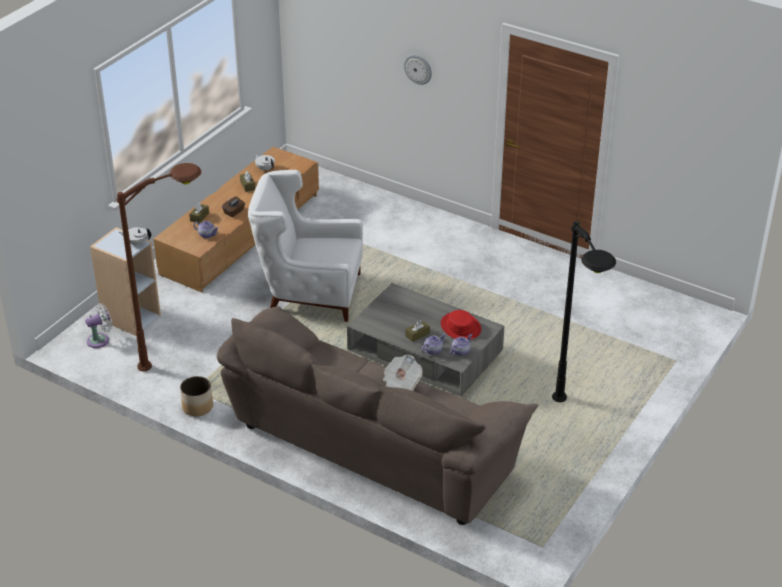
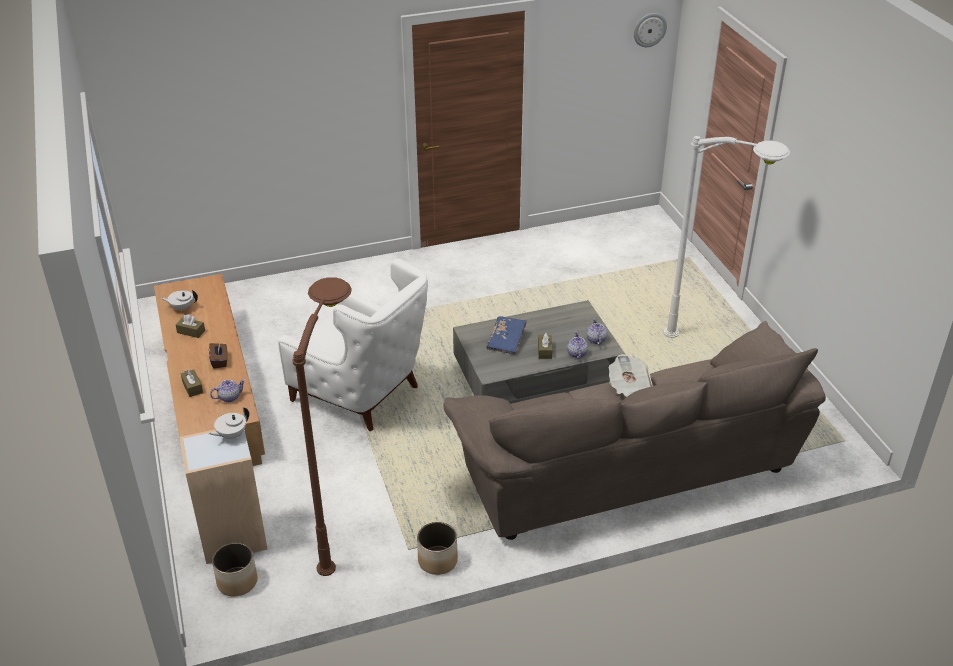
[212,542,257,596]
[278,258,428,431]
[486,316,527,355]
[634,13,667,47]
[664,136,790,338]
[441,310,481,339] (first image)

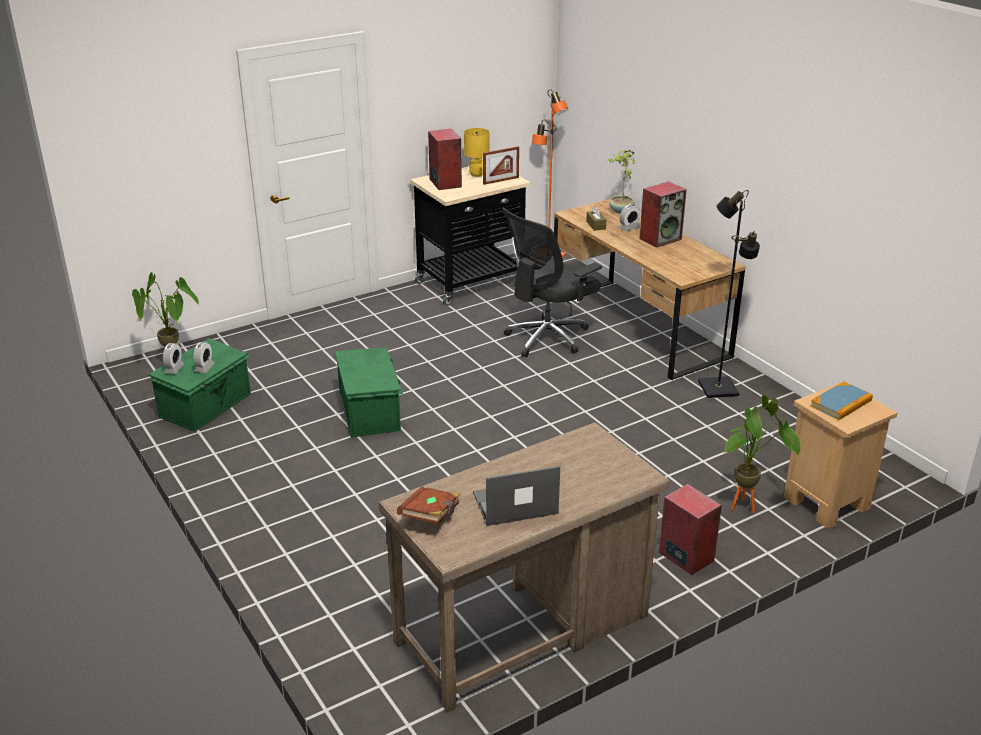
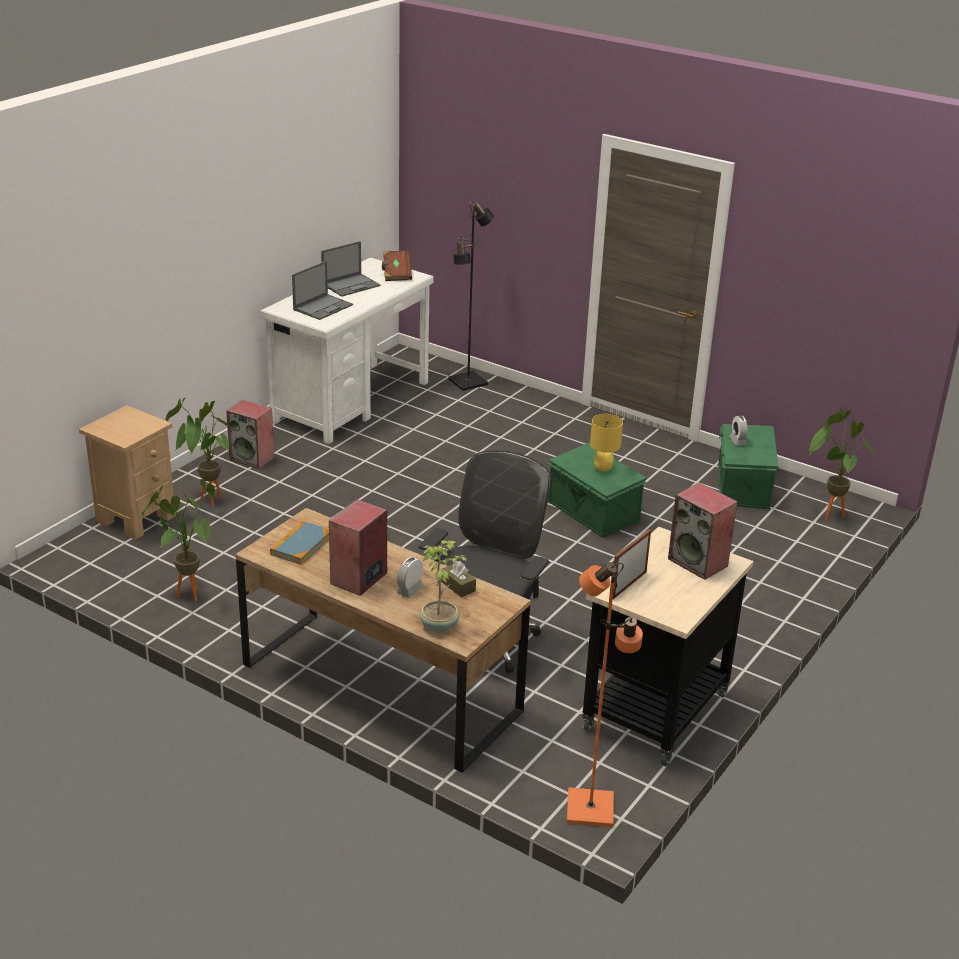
[142,479,215,602]
[260,257,434,444]
[270,521,329,565]
[292,261,353,320]
[448,201,494,391]
[590,414,623,472]
[163,343,184,374] (first image)

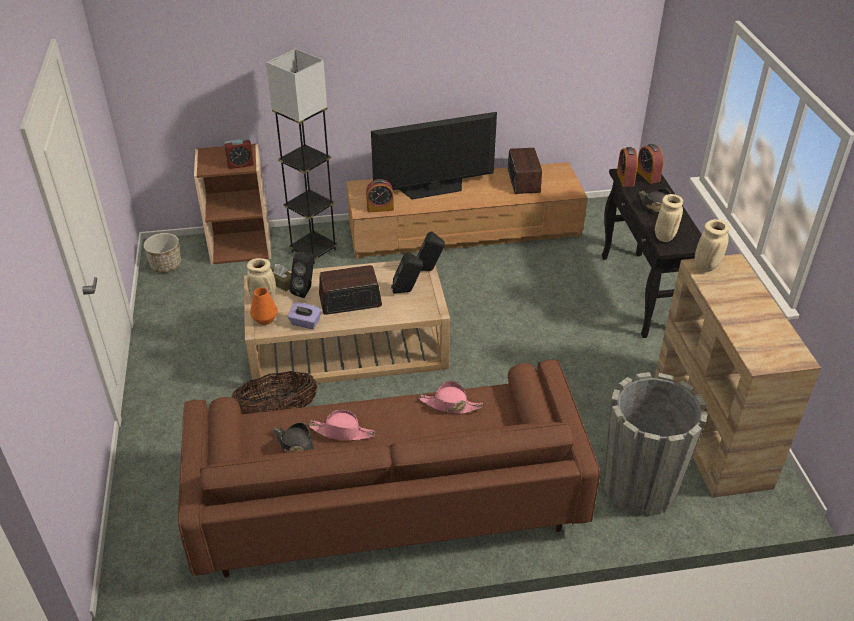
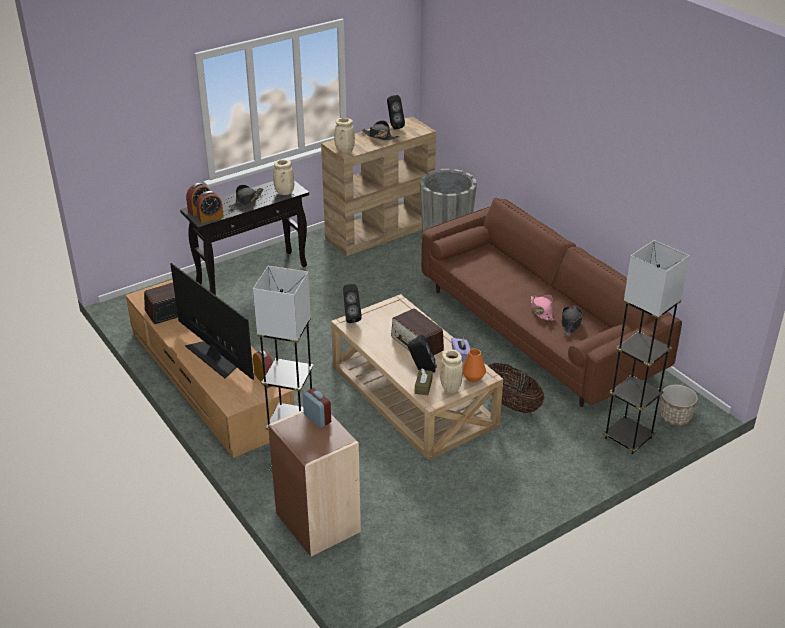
[361,120,399,141]
[387,95,405,129]
[603,240,690,455]
[660,384,698,426]
[419,381,483,414] (first image)

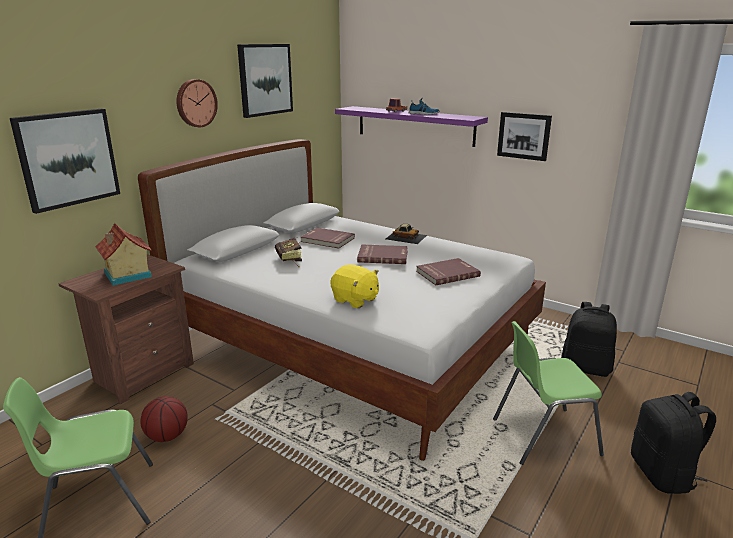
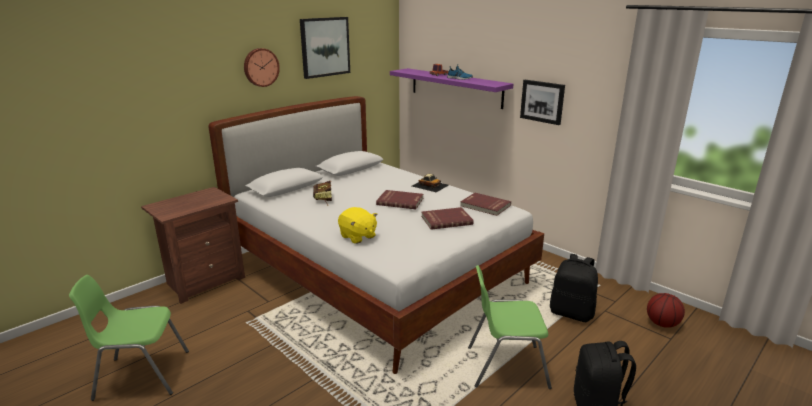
[460,193,511,216]
[647,293,685,328]
[10,109,120,214] (first image)
[95,223,152,286] (first image)

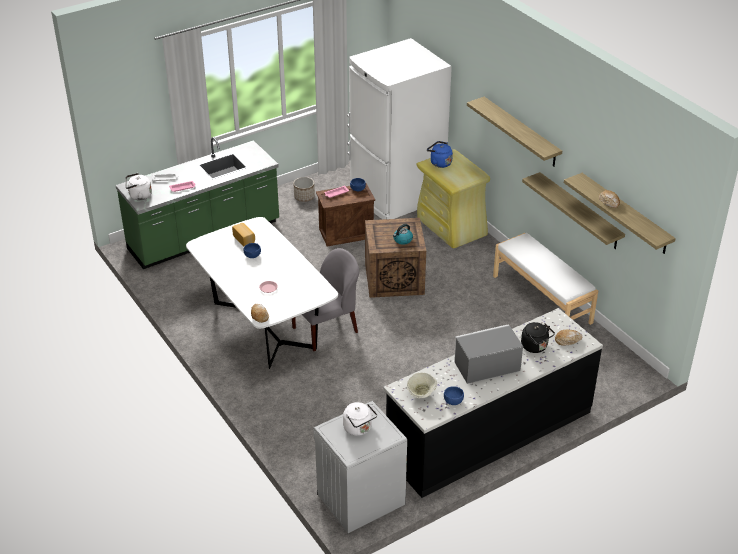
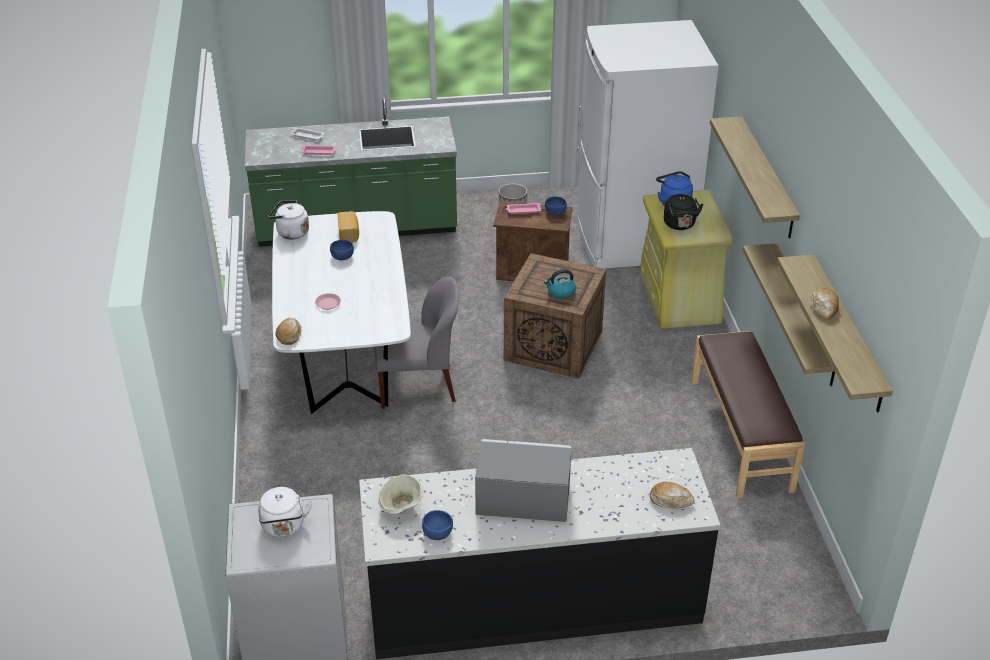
[269,200,309,239]
[664,194,704,230]
[691,331,805,498]

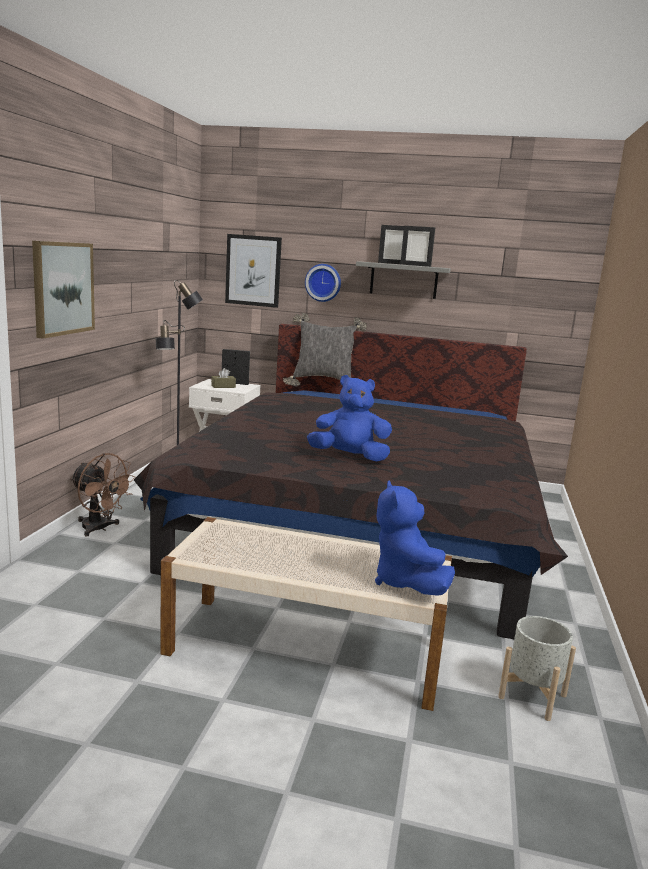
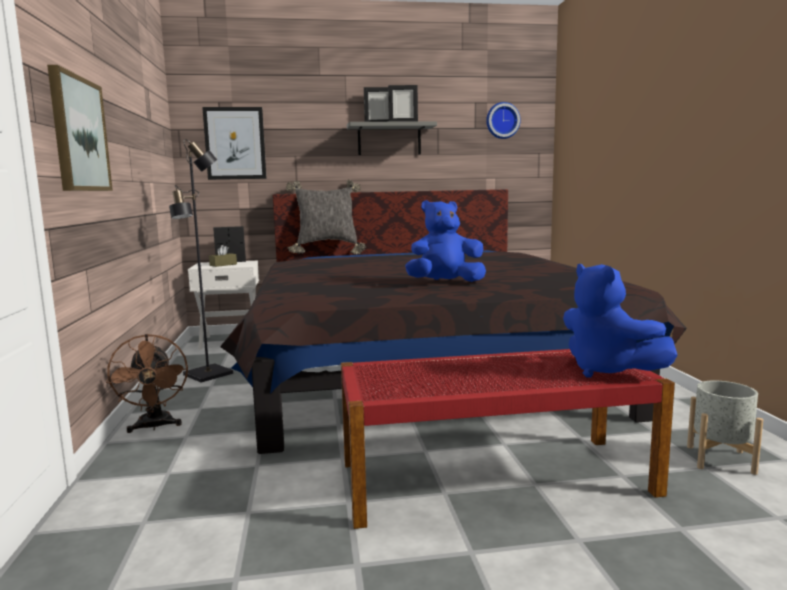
[106,334,188,433]
[341,349,675,529]
[486,102,521,139]

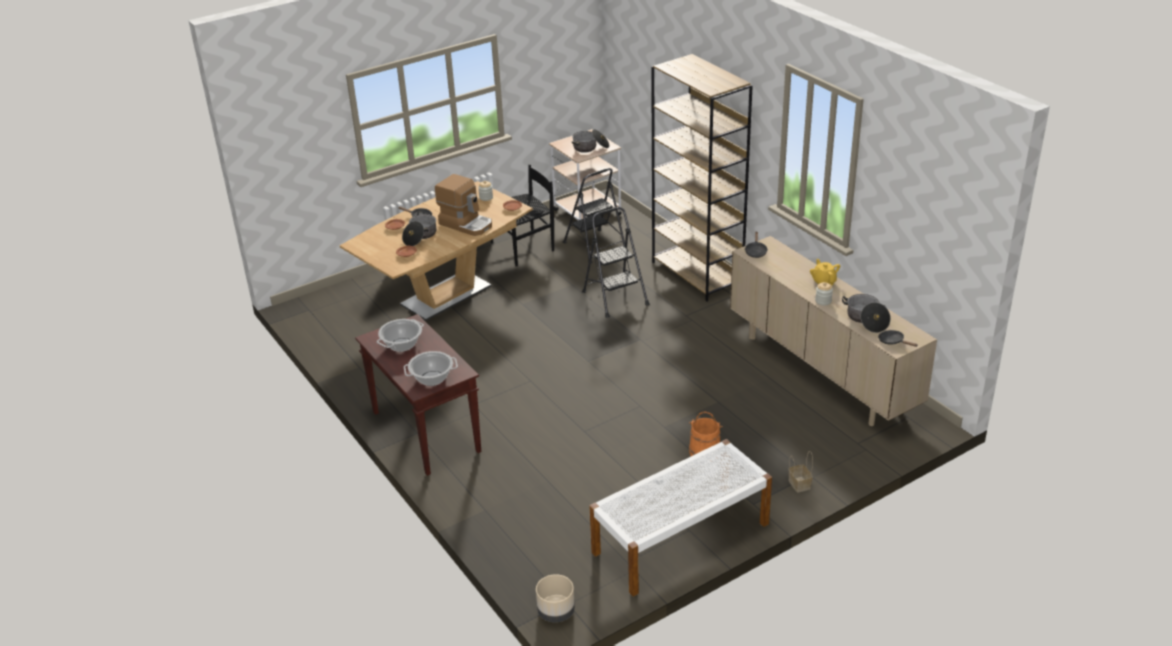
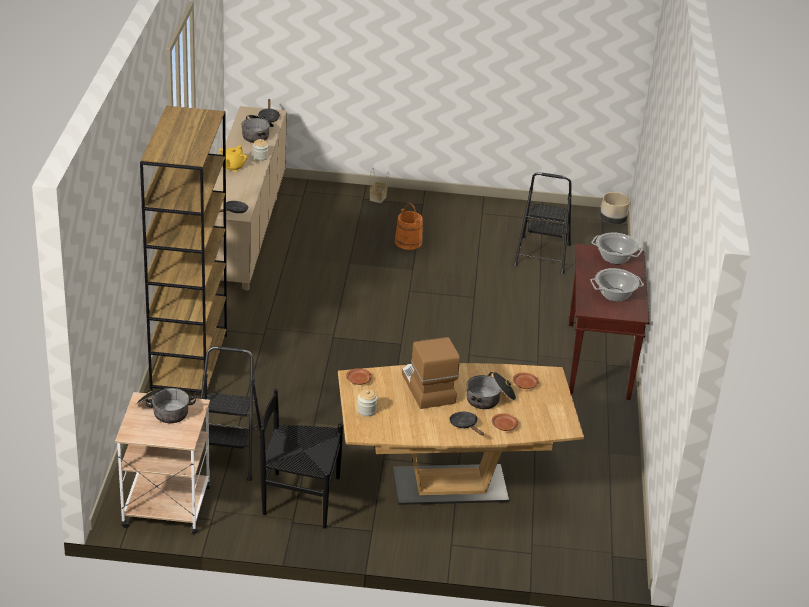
[513,172,572,274]
[589,439,772,597] (first image)

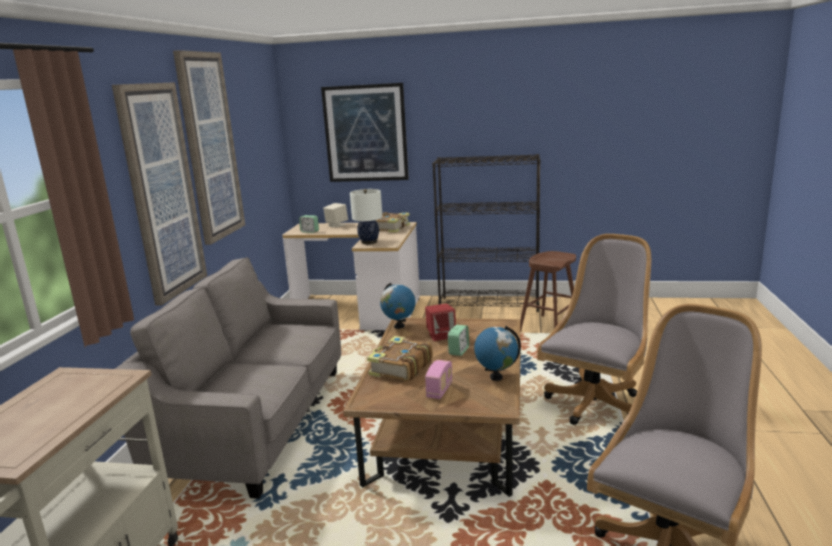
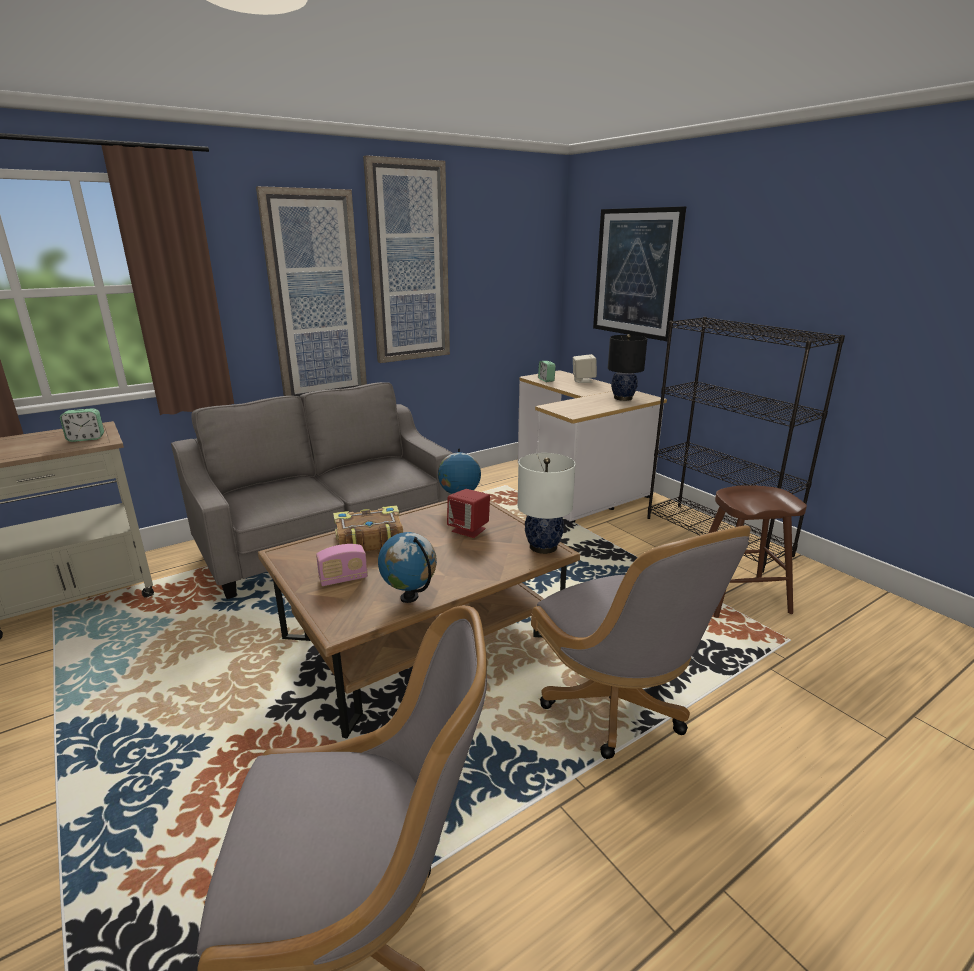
[60,408,104,442]
[518,453,575,554]
[531,525,751,759]
[608,334,647,401]

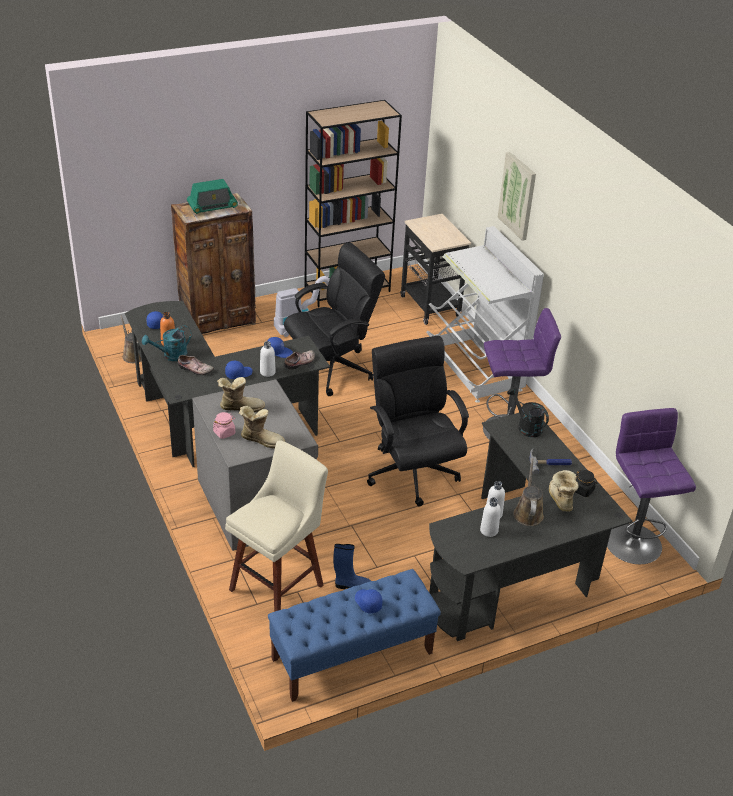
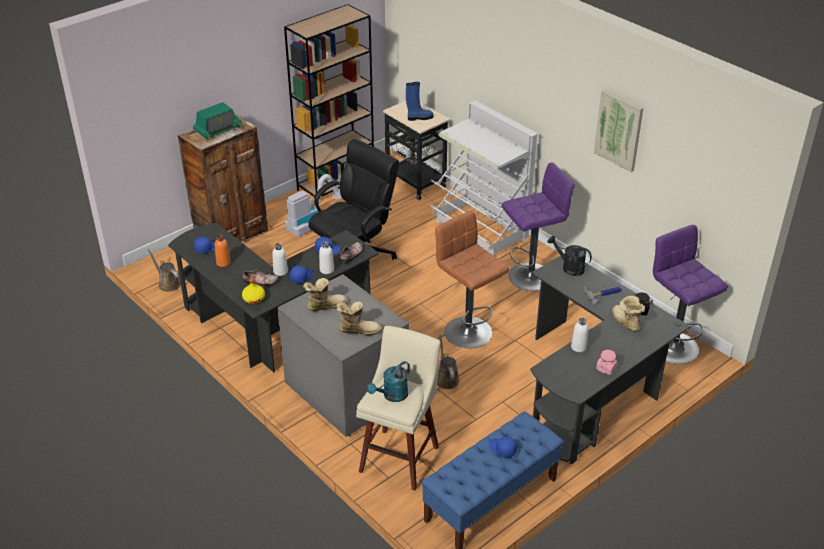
[242,278,265,304]
[272,243,288,276]
[367,361,410,402]
[406,82,433,121]
[435,211,509,349]
[437,335,460,389]
[594,90,643,172]
[596,350,618,375]

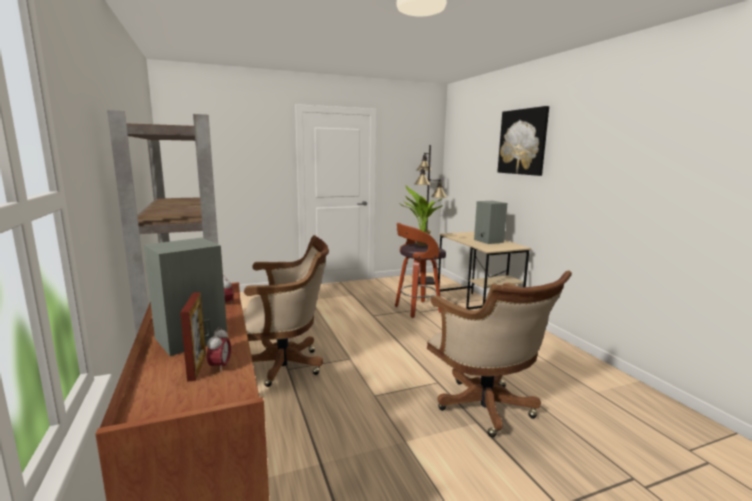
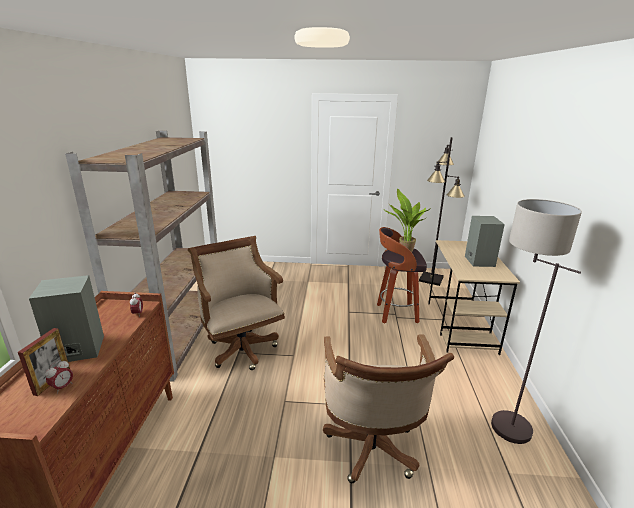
[188,236,285,370]
[491,199,582,444]
[497,106,549,176] (first image)

